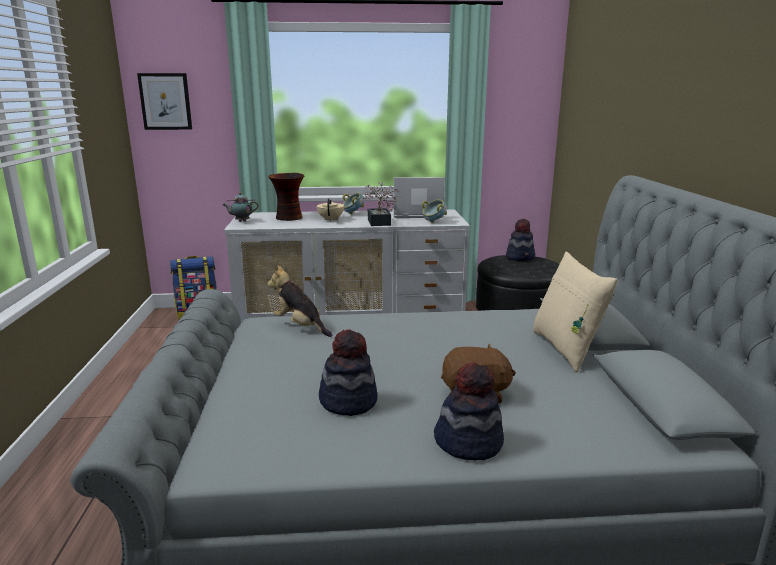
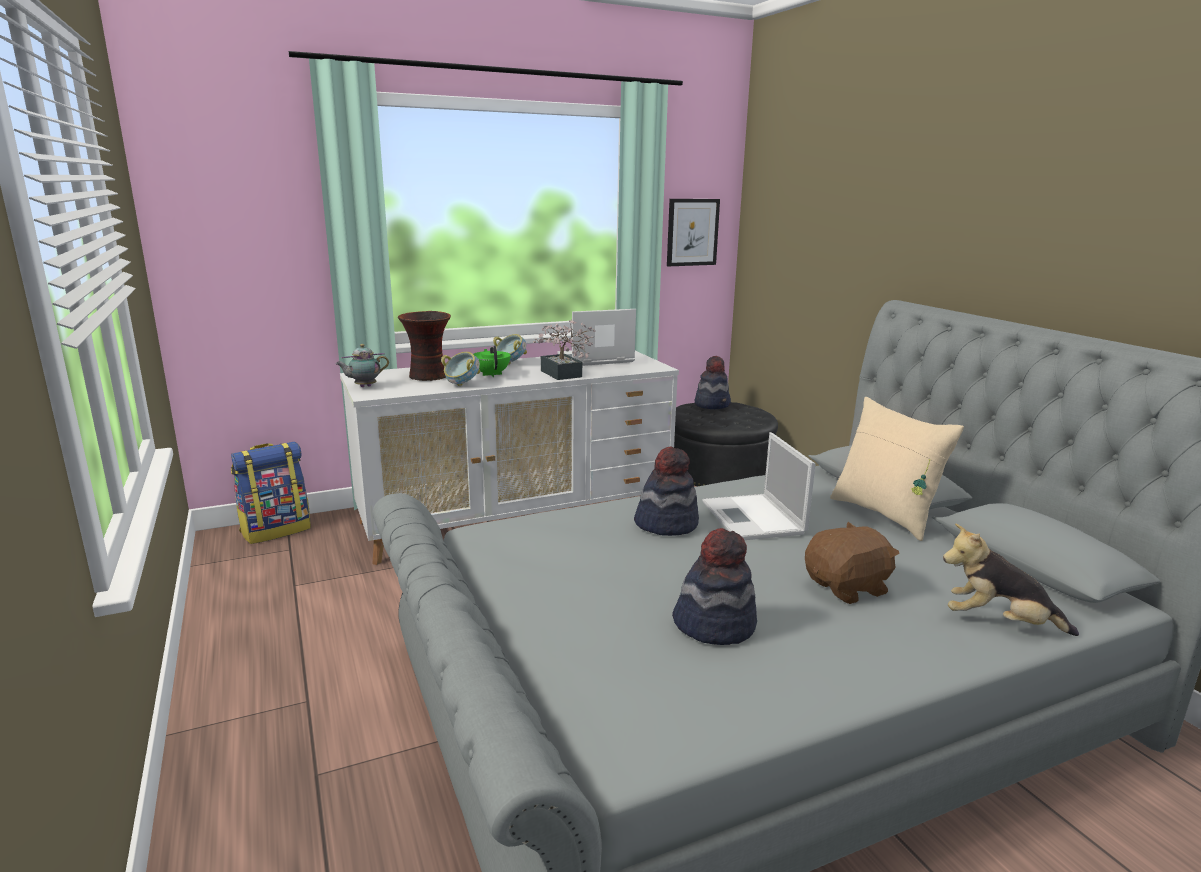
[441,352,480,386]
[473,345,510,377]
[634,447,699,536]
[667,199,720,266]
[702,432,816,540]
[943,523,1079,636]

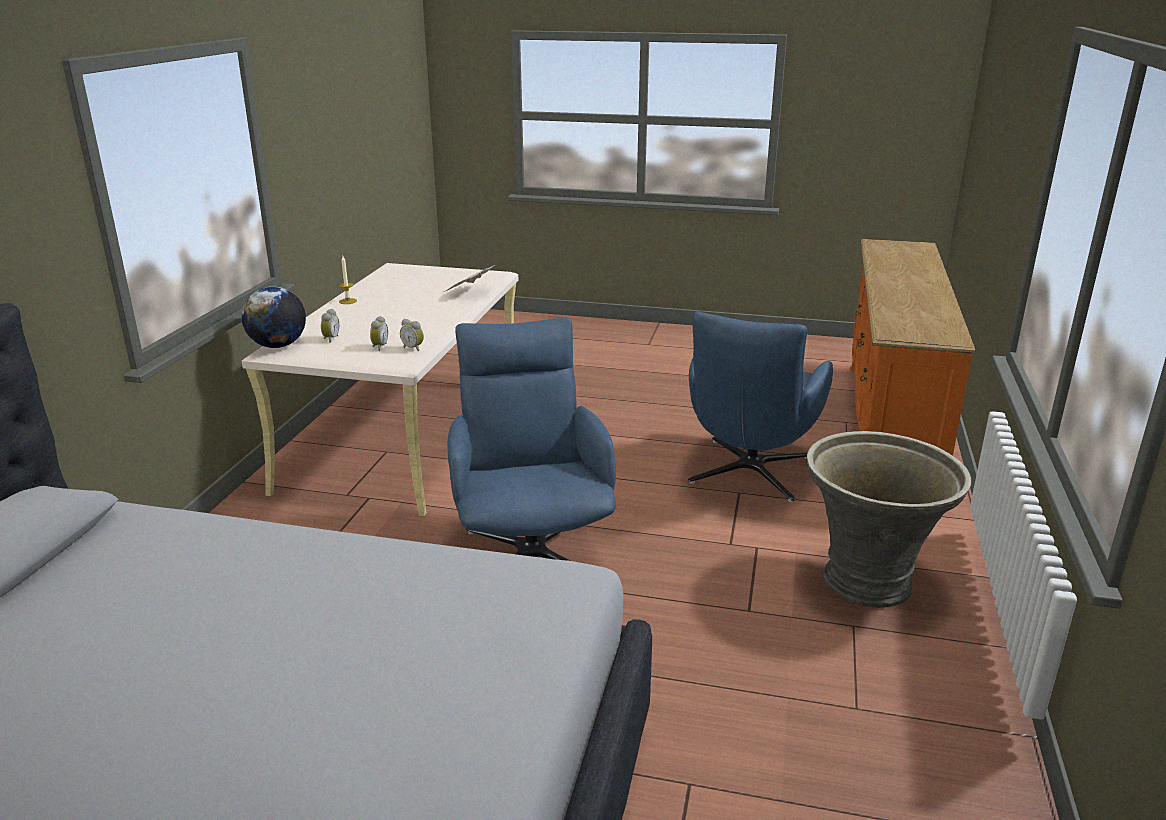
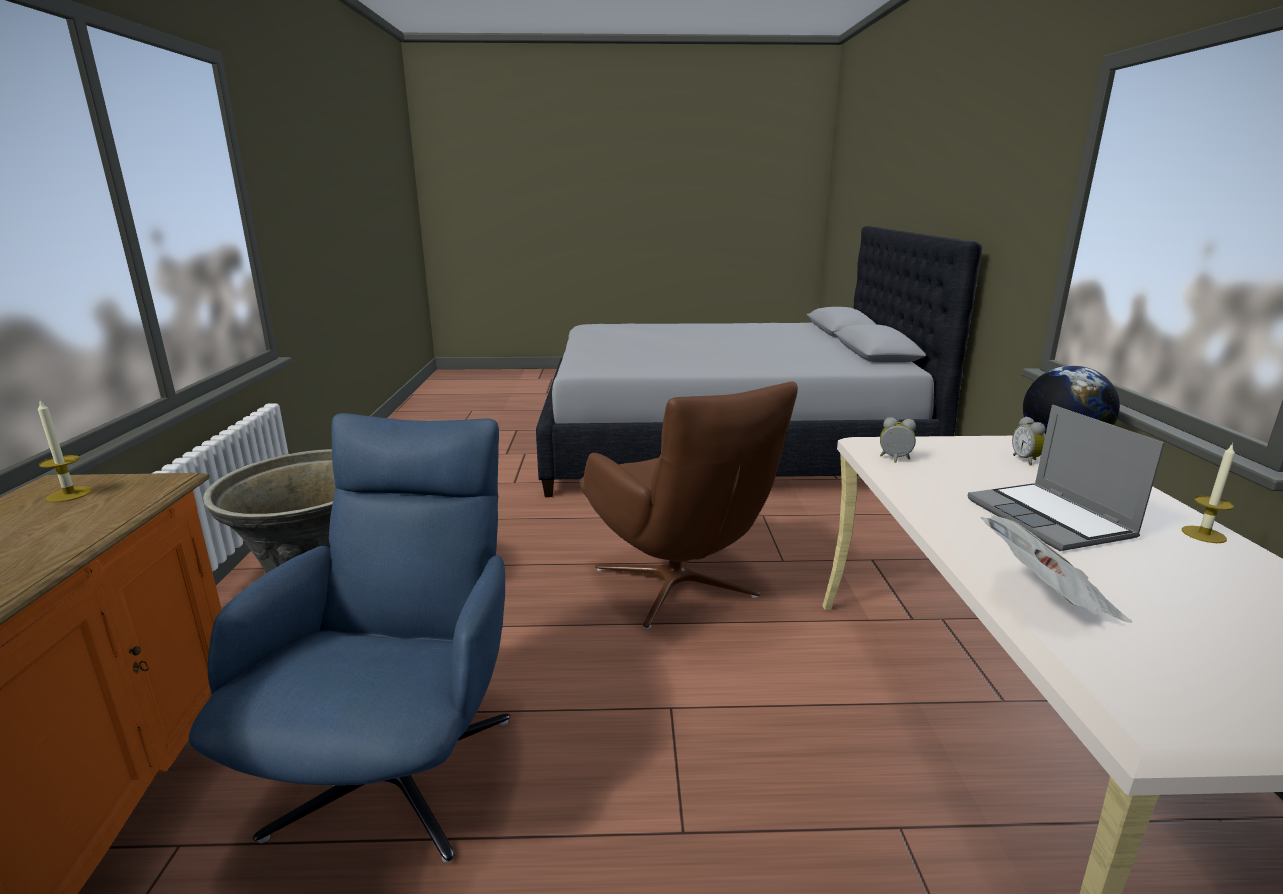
[38,400,93,502]
[580,382,798,629]
[968,405,1164,551]
[370,316,388,351] (first image)

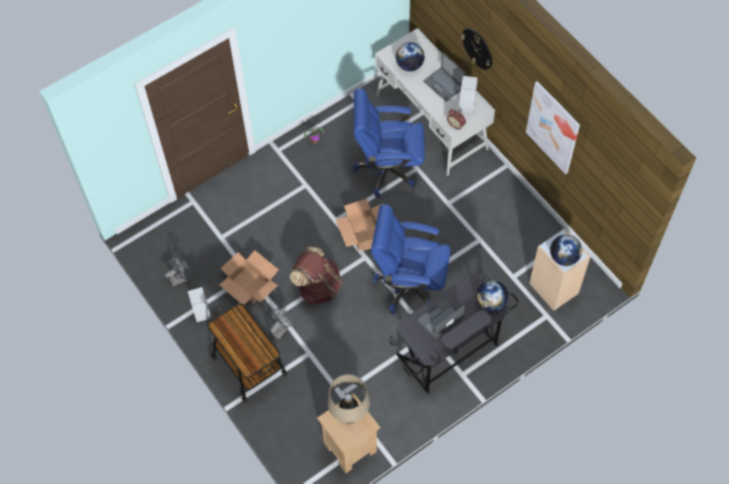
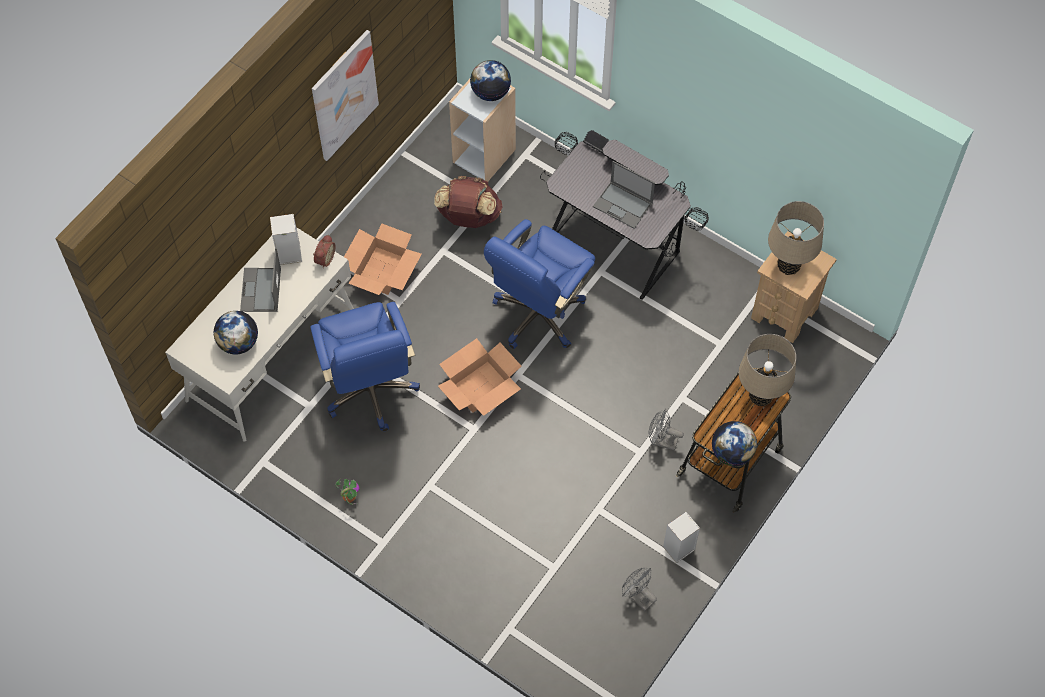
[240,249,281,312]
[344,223,422,295]
[434,176,503,228]
[484,219,595,349]
[712,421,757,466]
[739,334,796,406]
[461,28,492,70] (first image)

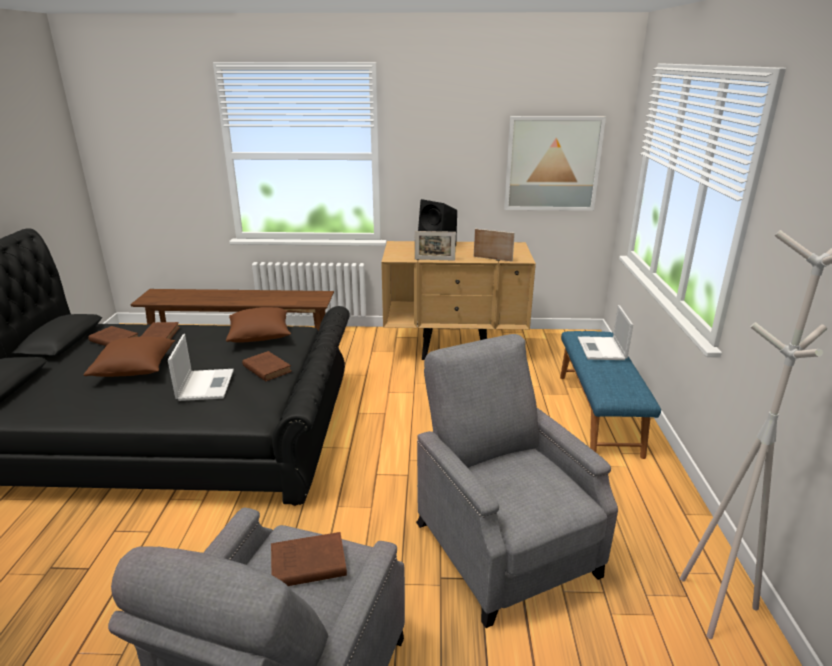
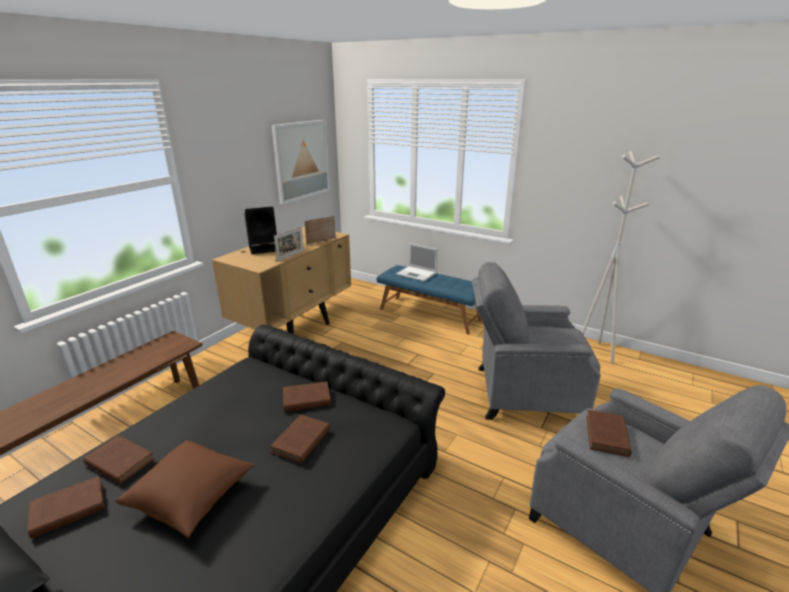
[270,415,330,464]
[226,307,291,342] (first image)

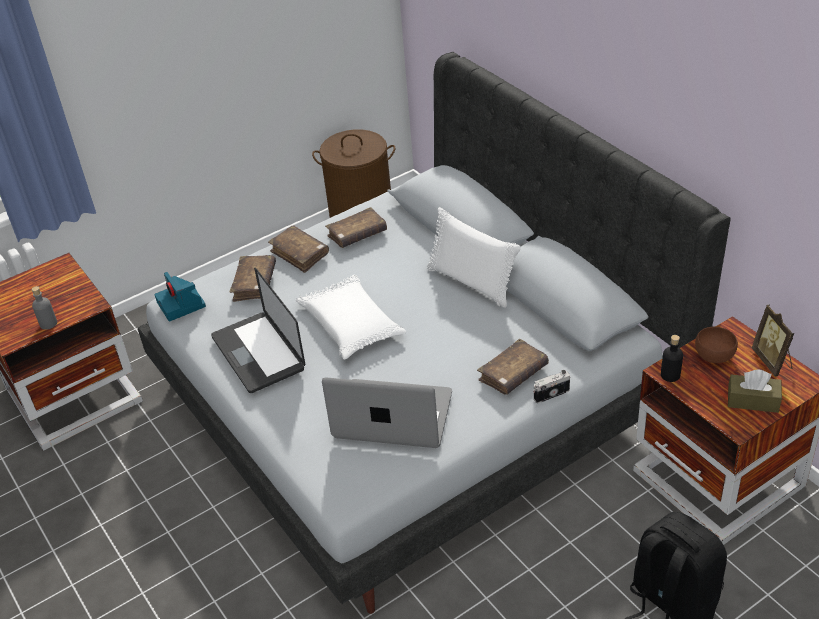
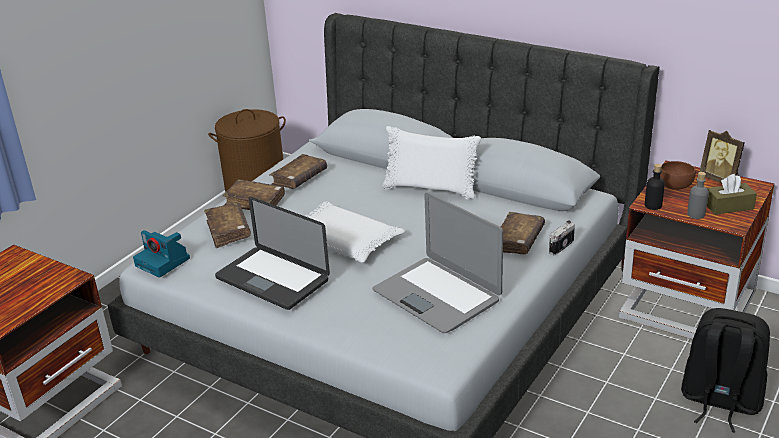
[373,192,503,333]
[687,172,709,219]

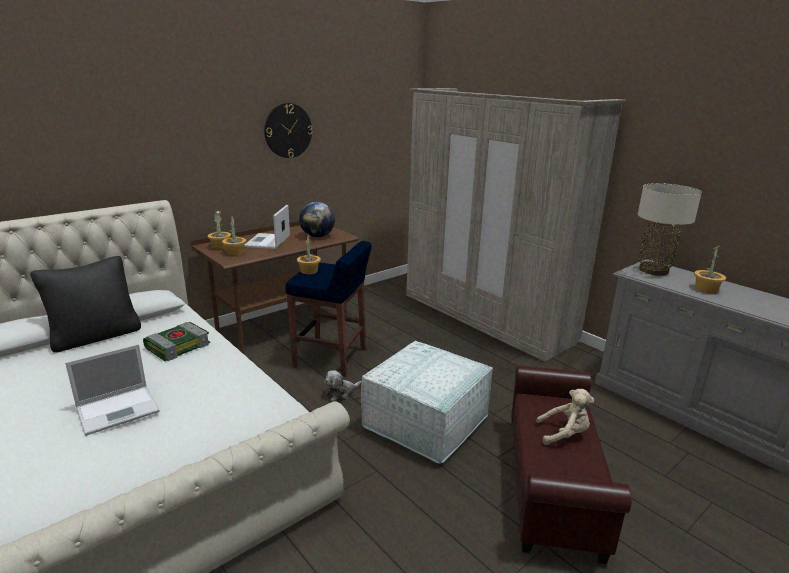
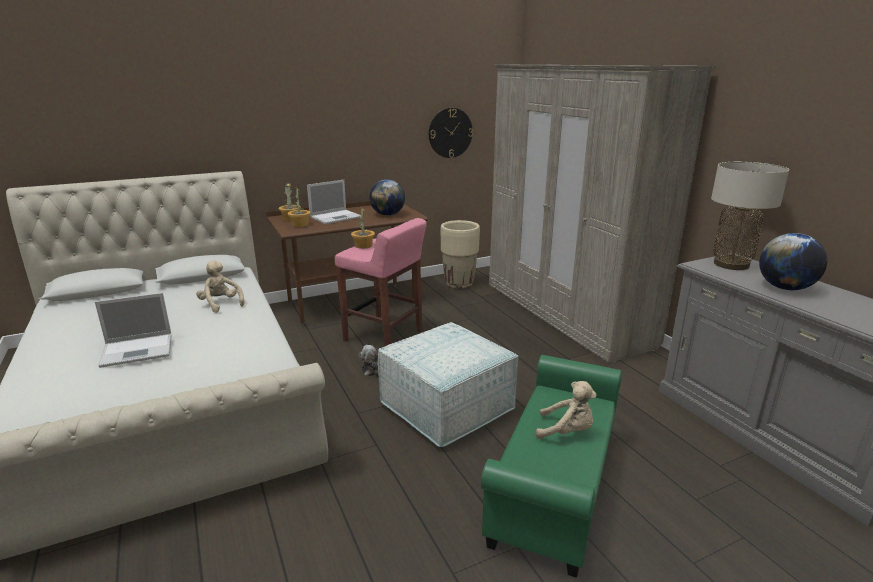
[196,260,244,313]
[307,180,361,224]
[335,218,427,346]
[429,108,473,158]
[440,220,480,289]
[481,355,622,578]
[759,233,827,290]
[30,256,141,353] (first image)

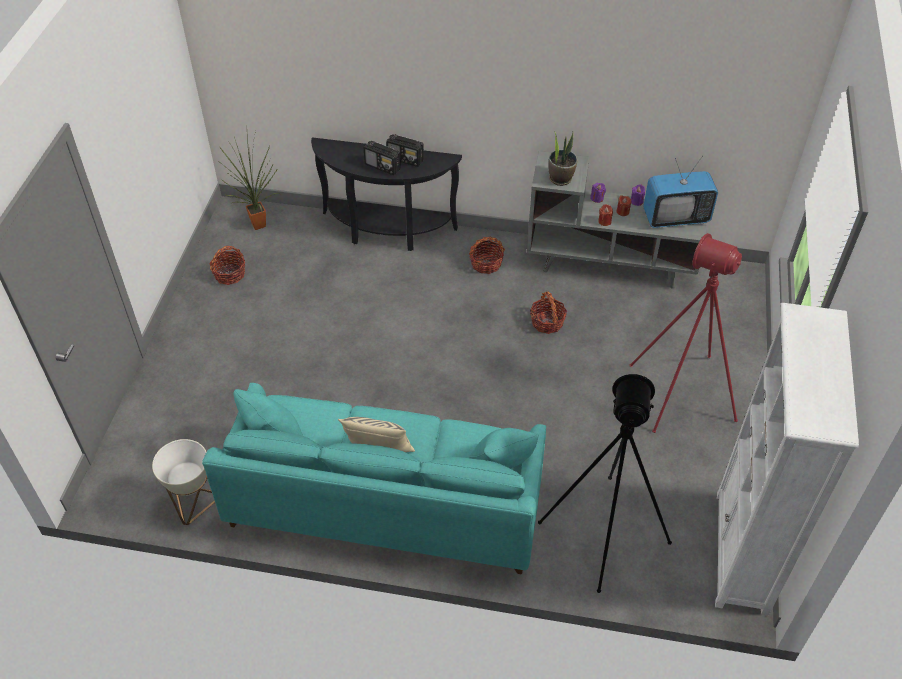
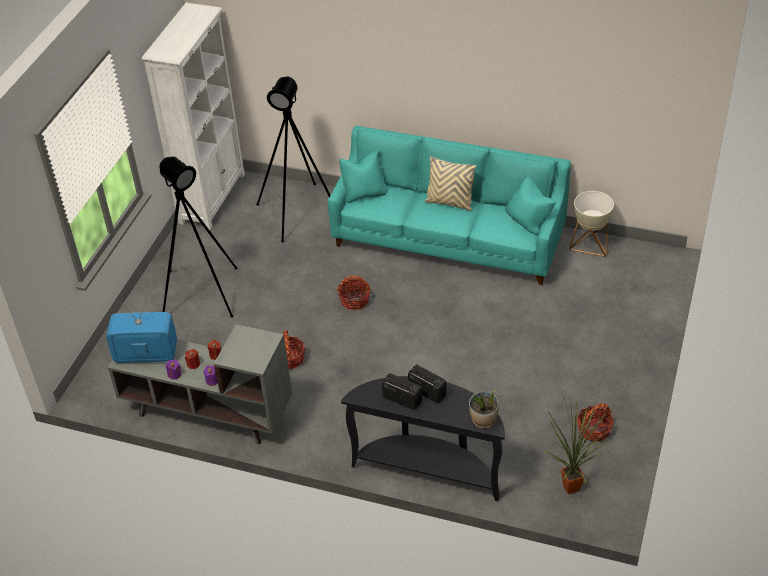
[159,156,238,317]
[337,275,371,310]
[469,390,499,428]

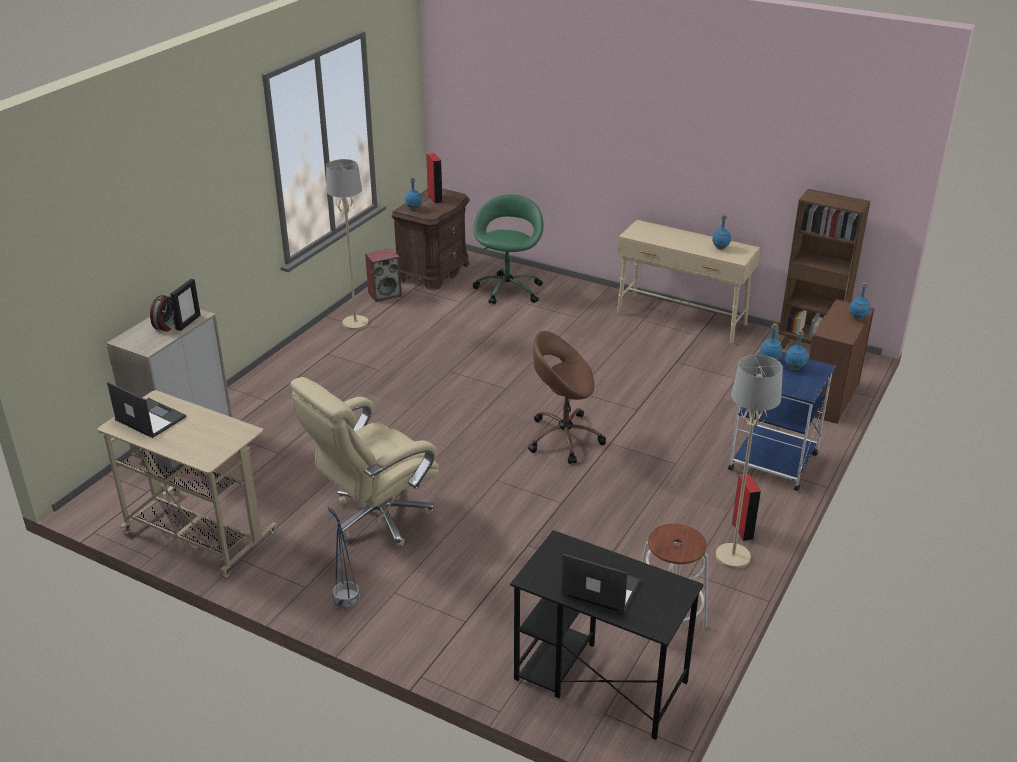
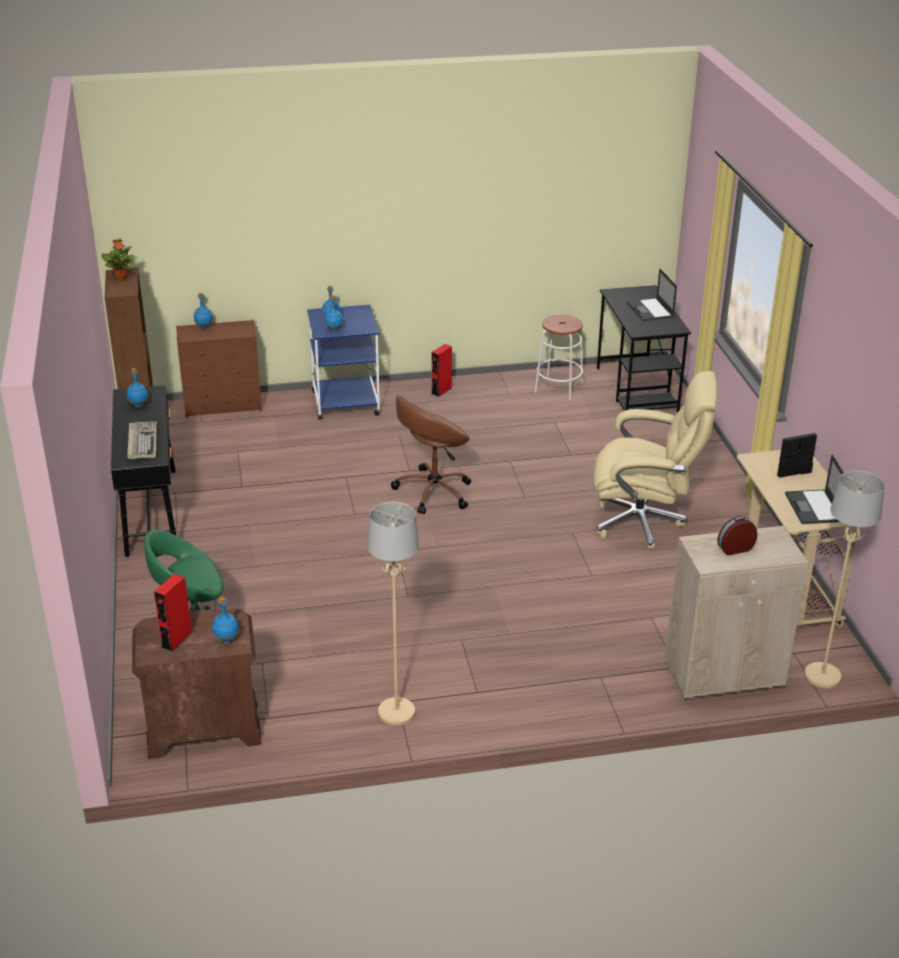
[101,239,135,279]
[111,385,176,557]
[127,421,157,459]
[391,395,471,514]
[777,433,817,478]
[805,470,885,688]
[327,506,360,609] (first image)
[365,248,402,302] (first image)

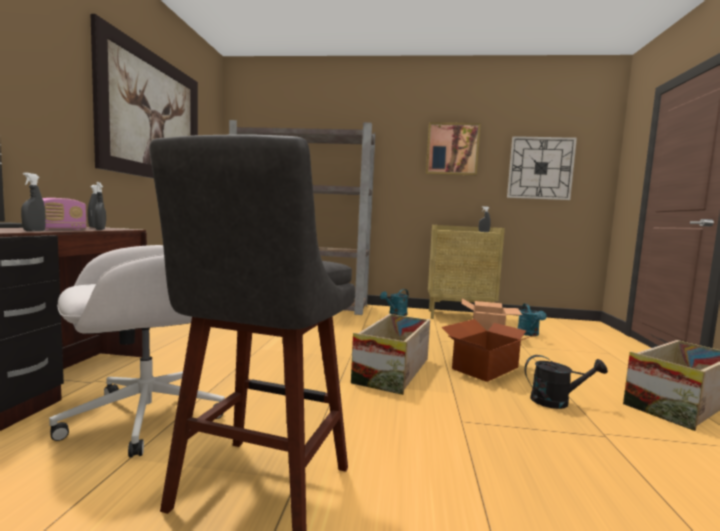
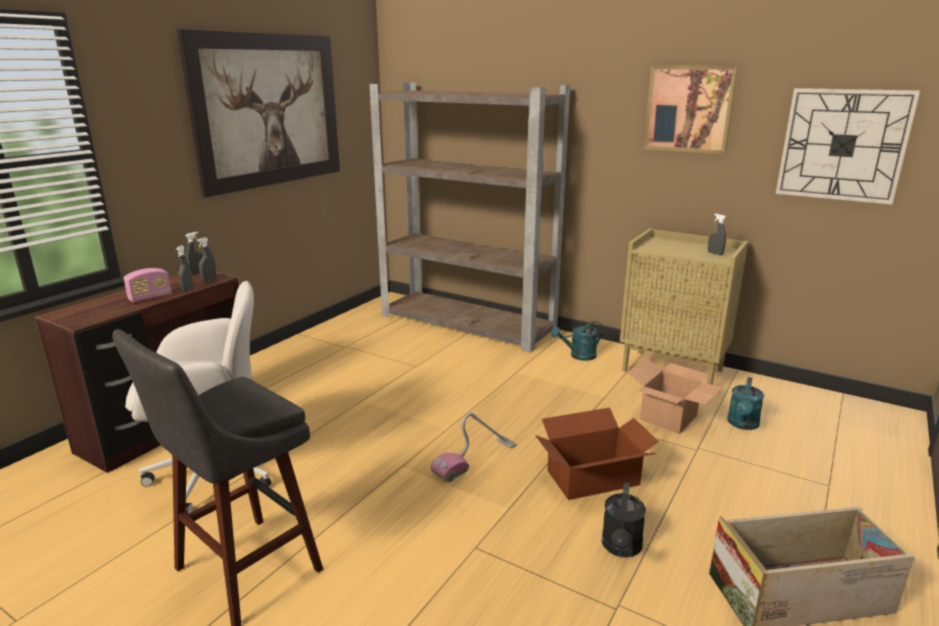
[197,237,216,282]
[430,412,517,482]
[601,482,646,558]

